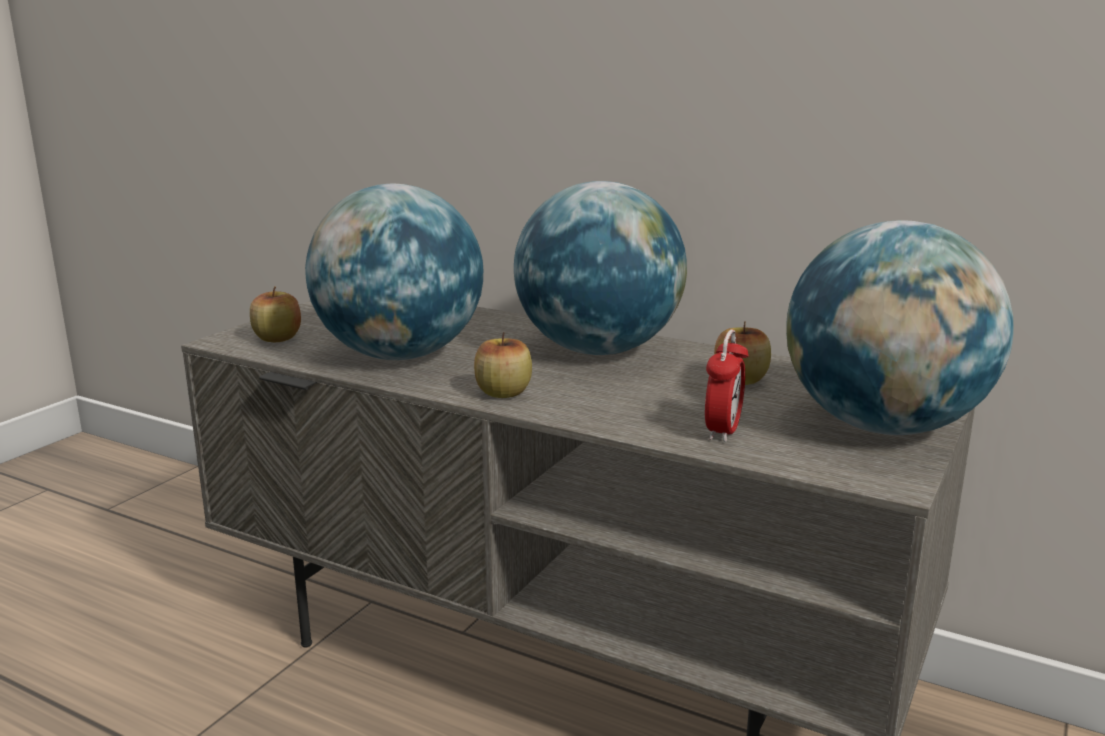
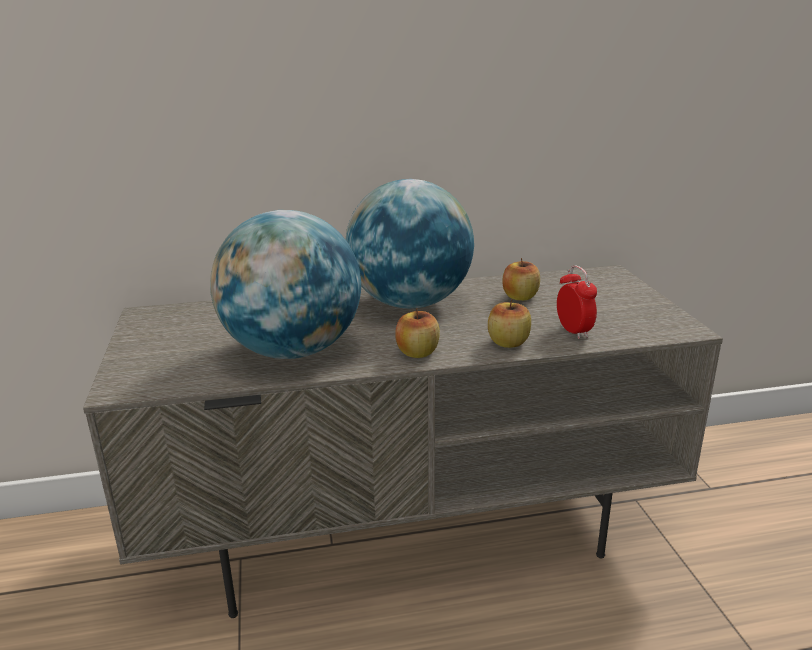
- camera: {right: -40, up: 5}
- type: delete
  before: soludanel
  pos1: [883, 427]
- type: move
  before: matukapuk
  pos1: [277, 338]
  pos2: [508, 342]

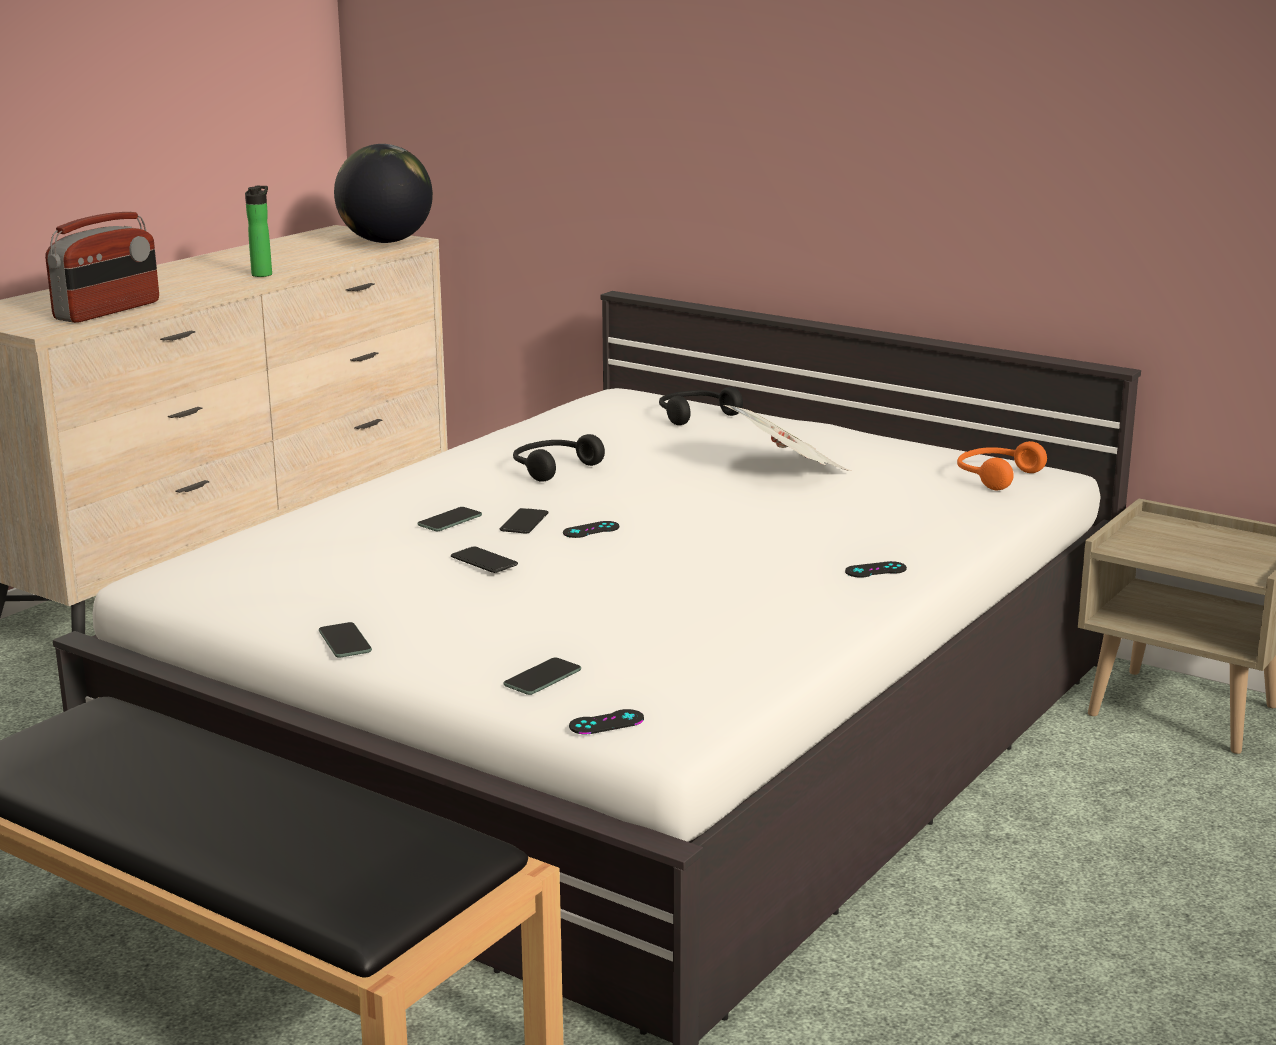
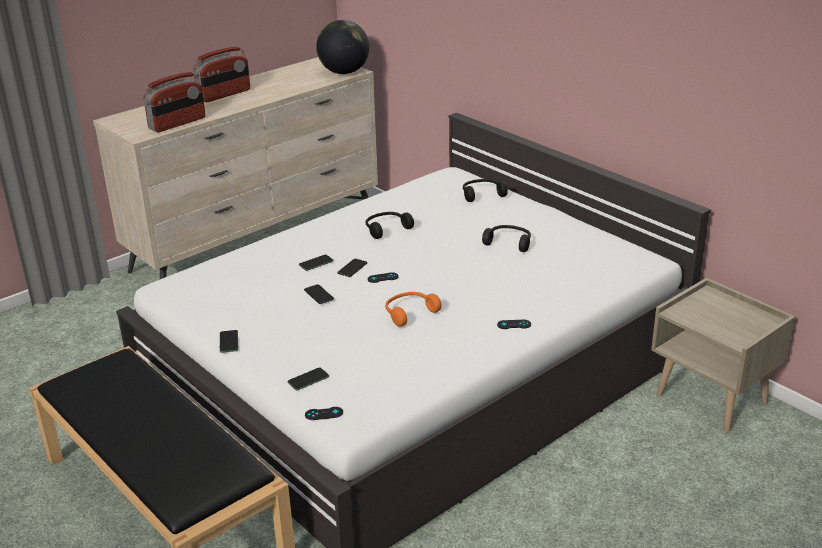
- camera: {right: 15, up: 10}
- type: delete
  before: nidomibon
  pos1: [263, 274]
- type: replace
  before: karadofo
  after: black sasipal
  pos1: [787, 470]
  pos2: [509, 243]
- type: move
  before: orange sasipal
  pos1: [994, 477]
  pos2: [409, 313]
- type: insert
  after: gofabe
  pos2: [224, 95]

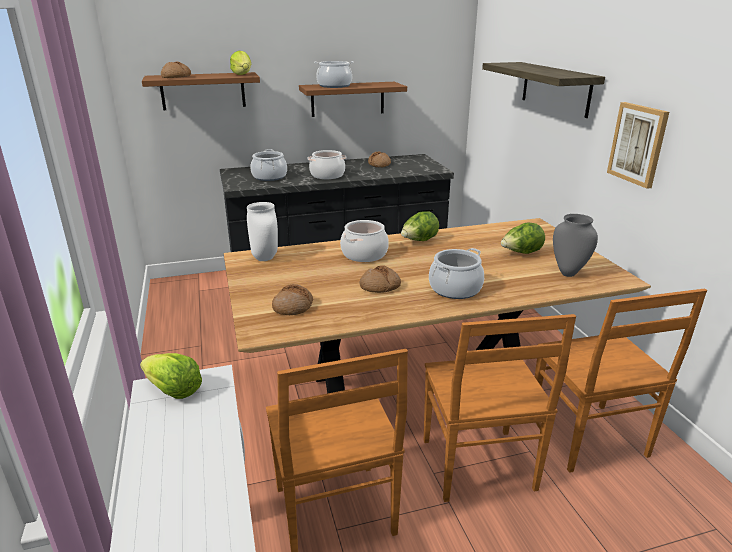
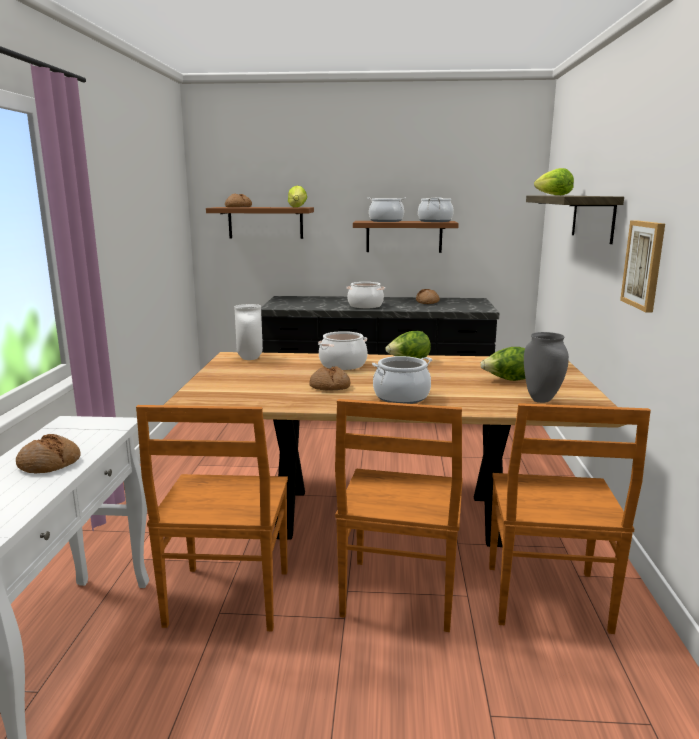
- camera: {right: 20, up: -10}
- type: move
  before: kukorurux
  pos1: [269, 177]
  pos2: [435, 221]
- type: move
  before: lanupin
  pos1: [293, 306]
  pos2: [49, 463]
- type: move
  before: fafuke
  pos1: [173, 391]
  pos2: [553, 195]

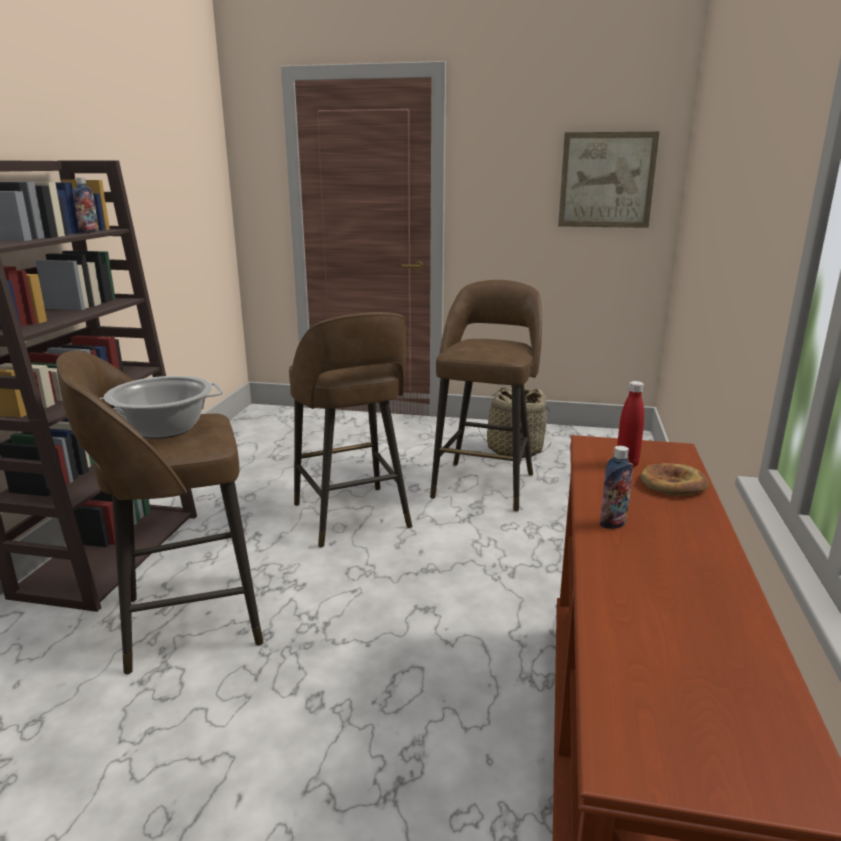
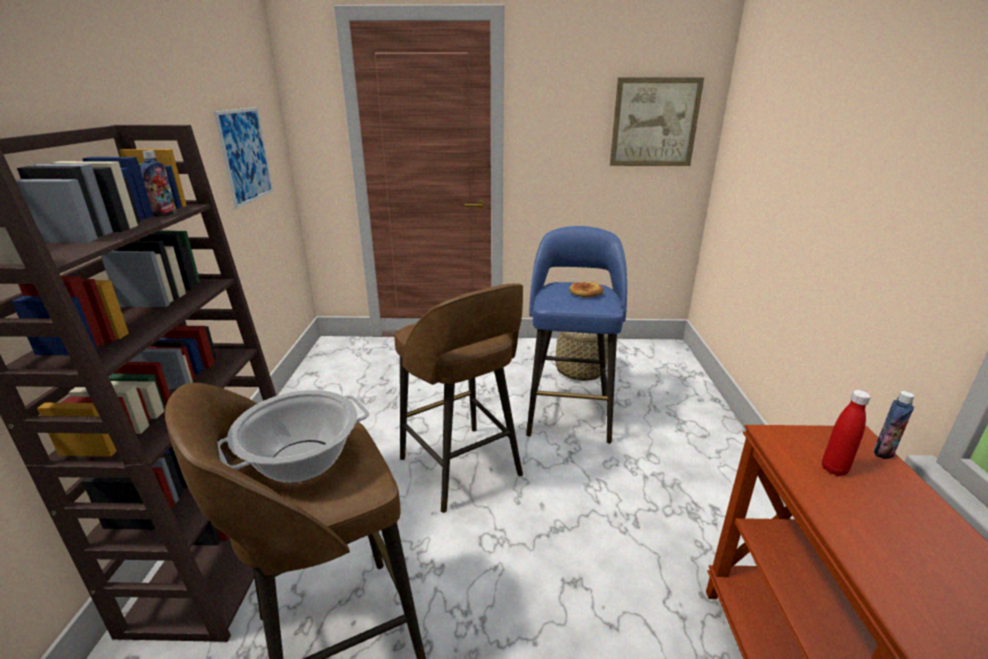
- camera: {right: -10, up: 5}
- type: recolor
  before: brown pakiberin
  after: blue pakiberin
  pos1: [485, 484]
  pos2: [569, 413]
- type: move
  before: nidomibon
  pos1: [613, 523]
  pos2: [883, 452]
- type: move
  before: lanupin
  pos1: [672, 484]
  pos2: [585, 292]
- type: insert
  after: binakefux
  pos2: [245, 156]

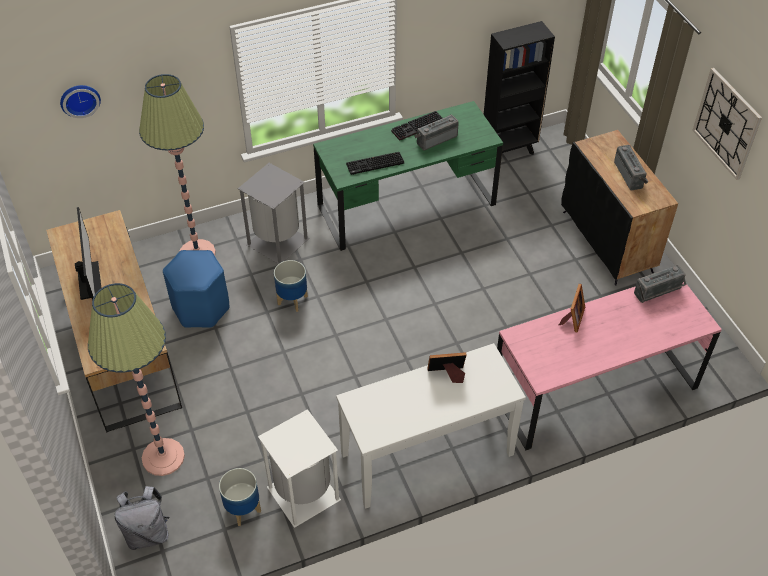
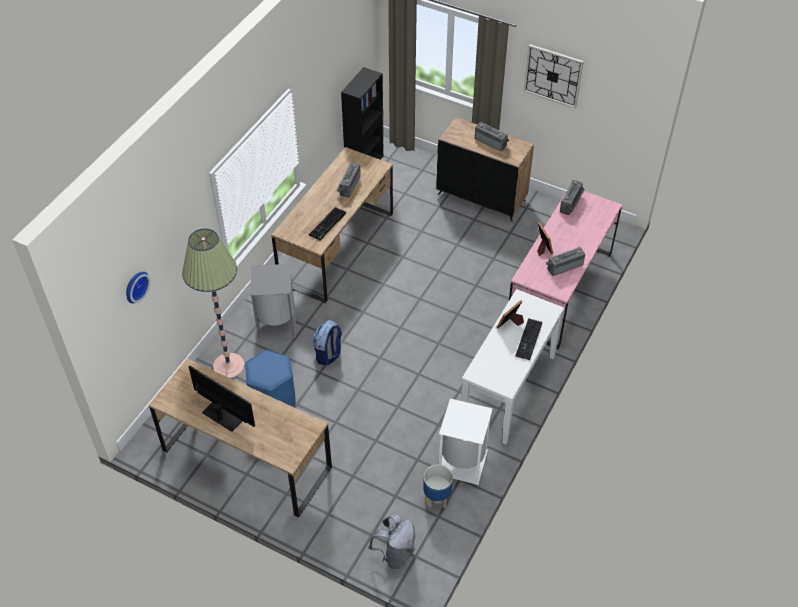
- camera: {right: -40, up: 0}
- type: recolor
  before: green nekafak
  after: brown nekafak
  pos1: [406, 205]
  pos2: [337, 247]
- type: move
  before: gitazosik
  pos1: [417, 127]
  pos2: [529, 340]
- type: replace
  before: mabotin
  after: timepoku
  pos1: [292, 300]
  pos2: [328, 354]
- type: delete
  before: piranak
  pos1: [163, 457]
- type: insert
  after: gofabe
  pos2: [564, 266]

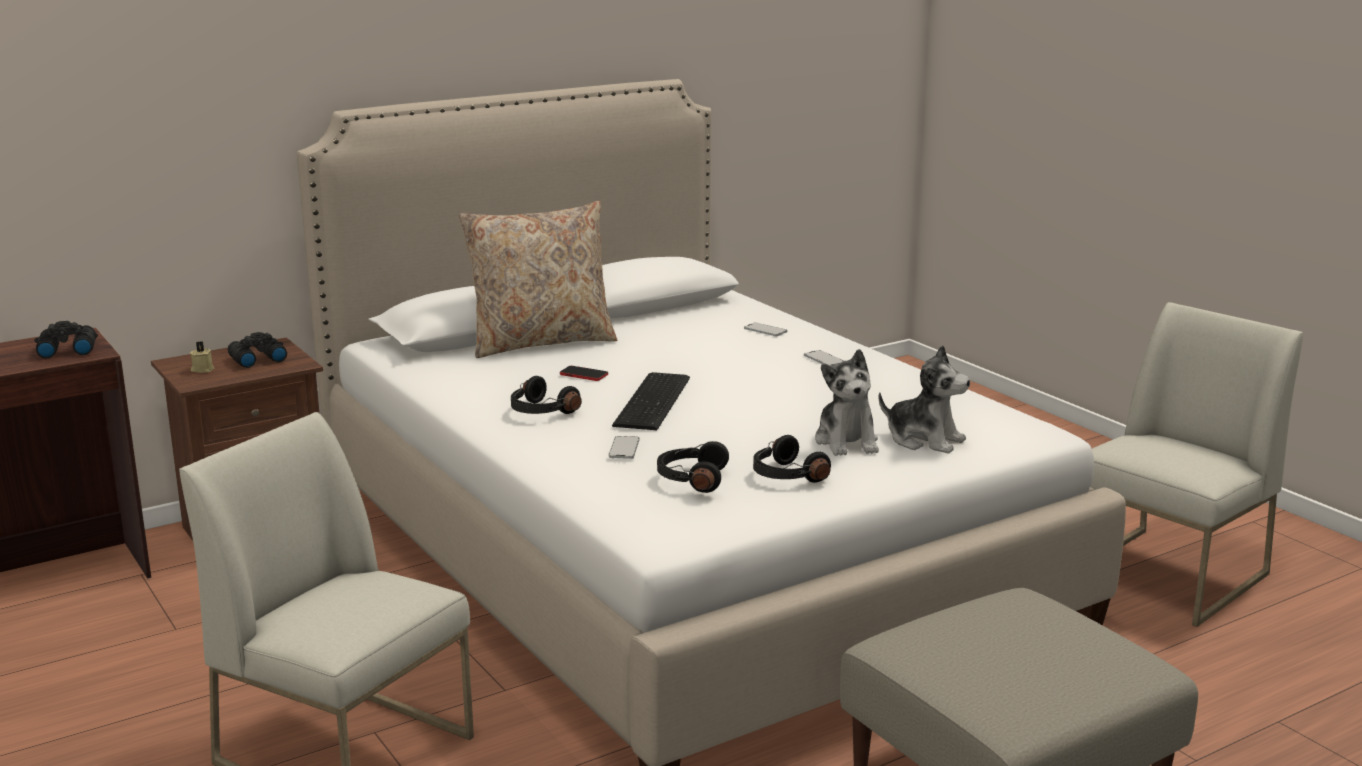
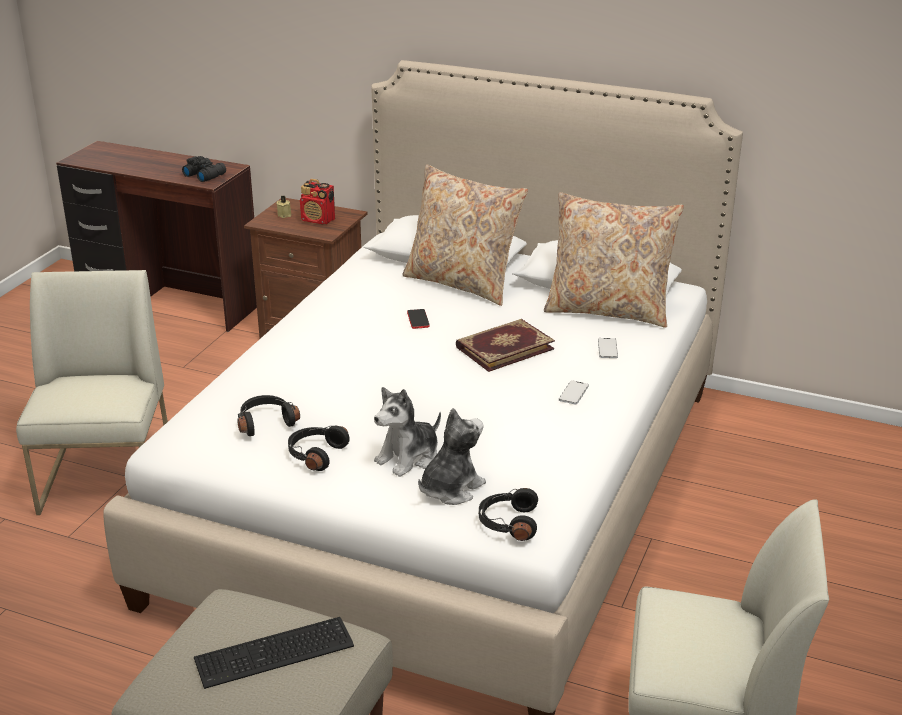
- camera: {right: 55, up: 10}
- type: replace
  before: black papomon
  after: gofabe
  pos1: [256, 359]
  pos2: [318, 220]
- type: rotate
  before: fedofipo
  pos1: [924, 440]
  pos2: [450, 489]
  turn: -135
- type: move
  before: gitazosik
  pos1: [655, 401]
  pos2: [276, 653]
- type: move
  before: black sasipal
  pos1: [540, 411]
  pos2: [508, 523]
- type: delete
  before: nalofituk
  pos1: [624, 448]
- type: insert
  after: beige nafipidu
  pos2: [608, 310]
- type: insert
  after: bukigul
  pos2: [504, 347]

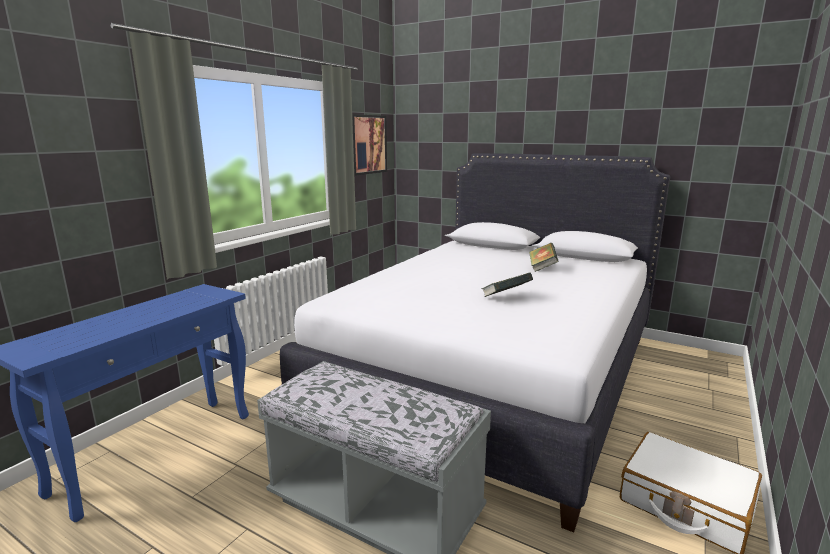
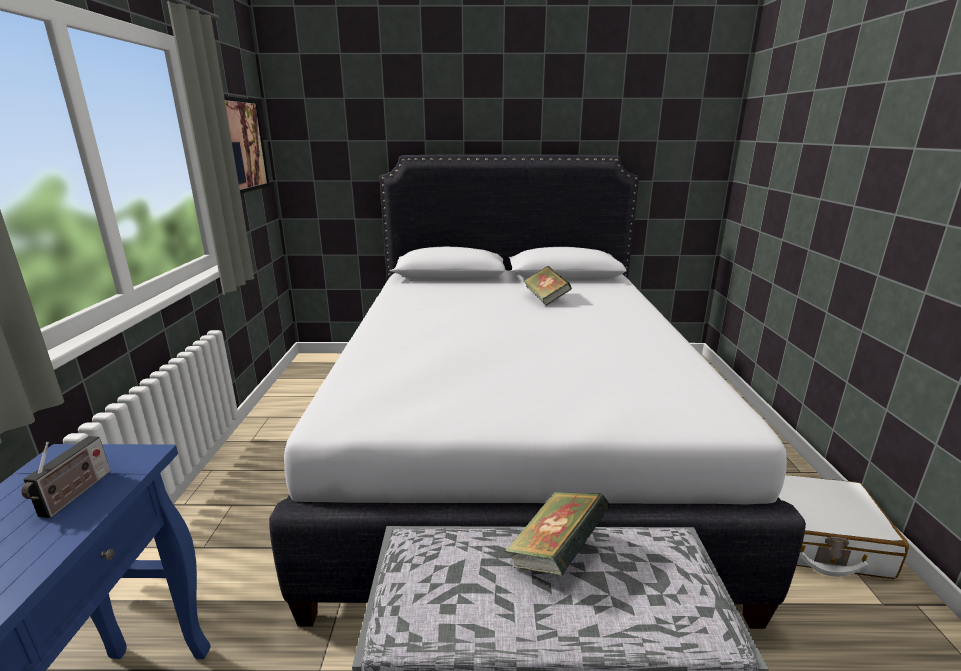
- camera: {right: -30, up: 5}
- type: move
  before: bukigul
  pos1: [506, 298]
  pos2: [556, 554]
- type: insert
  after: gofabe
  pos2: [74, 495]

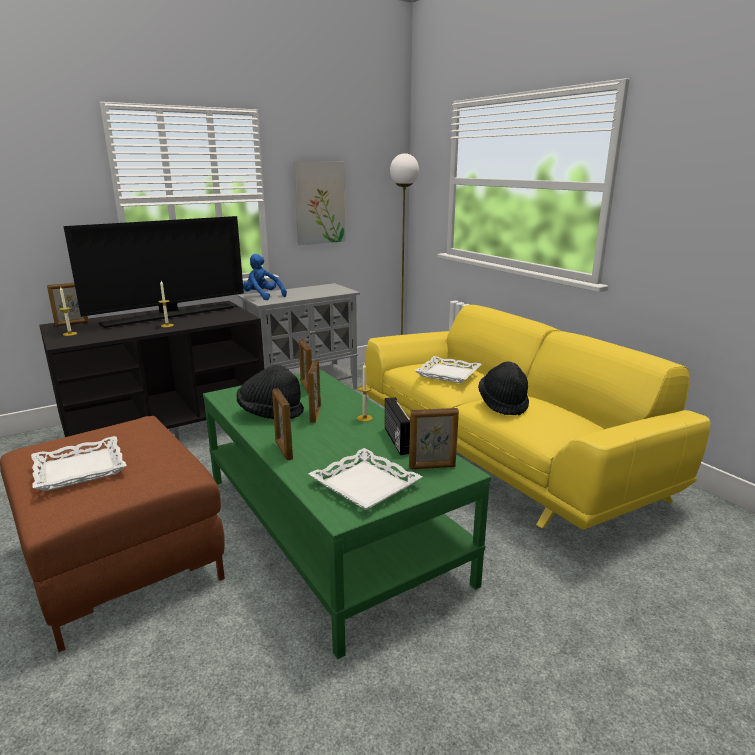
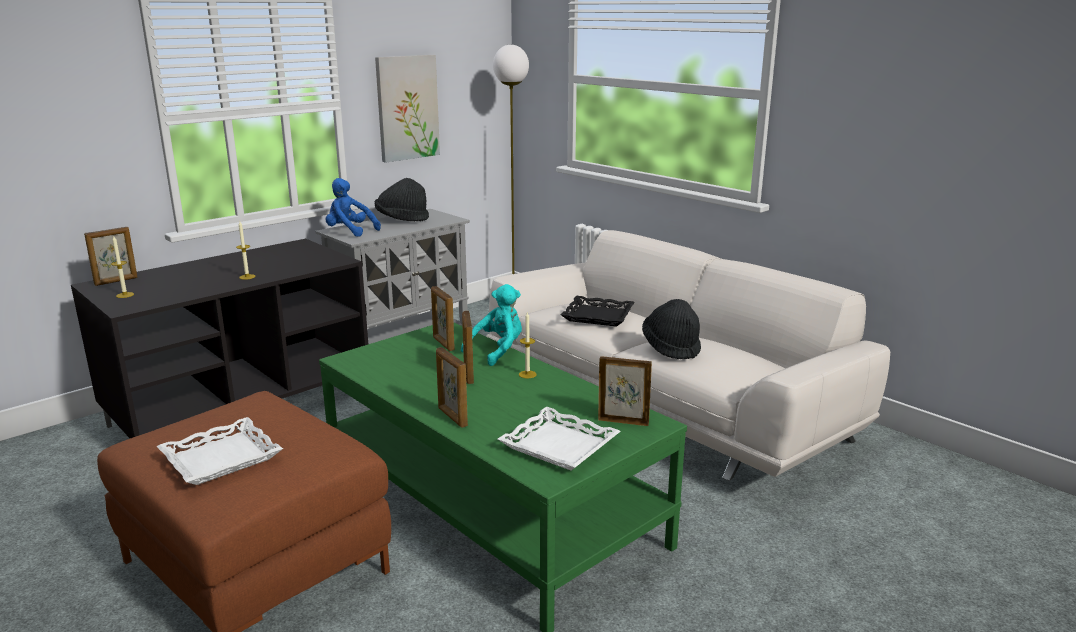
- camera: {right: -10, up: 0}
- type: delete
  before: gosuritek
  pos1: [169, 315]
- type: recolor
  before: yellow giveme
  after: white giveme
  pos1: [505, 456]
  pos2: [667, 407]
- type: recolor
  before: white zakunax
  after: black zakunax
  pos1: [448, 373]
  pos2: [598, 316]
- type: move
  before: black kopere
  pos1: [270, 413]
  pos2: [402, 219]
- type: delete
  before: gofabe
  pos1: [396, 440]
- type: rotate
  before: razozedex
  pos1: [432, 467]
  pos2: [623, 421]
  turn: -150
- type: insert
  after: turquoise fedofipo
  pos2: [498, 351]

